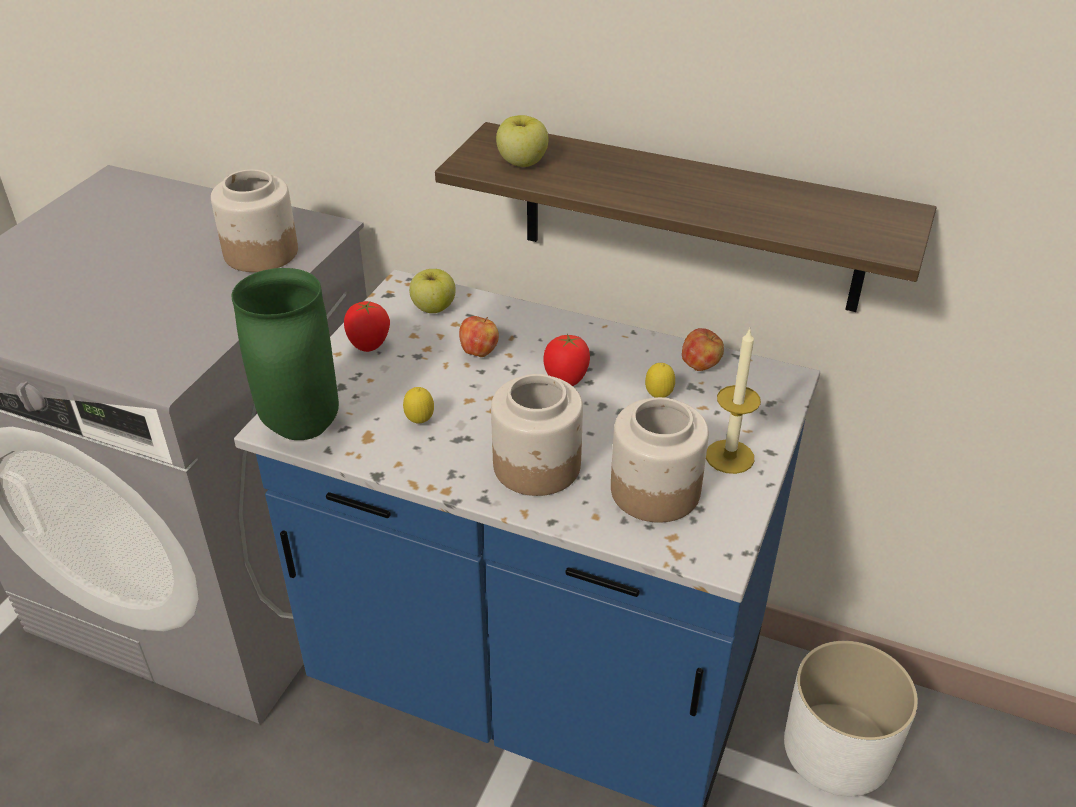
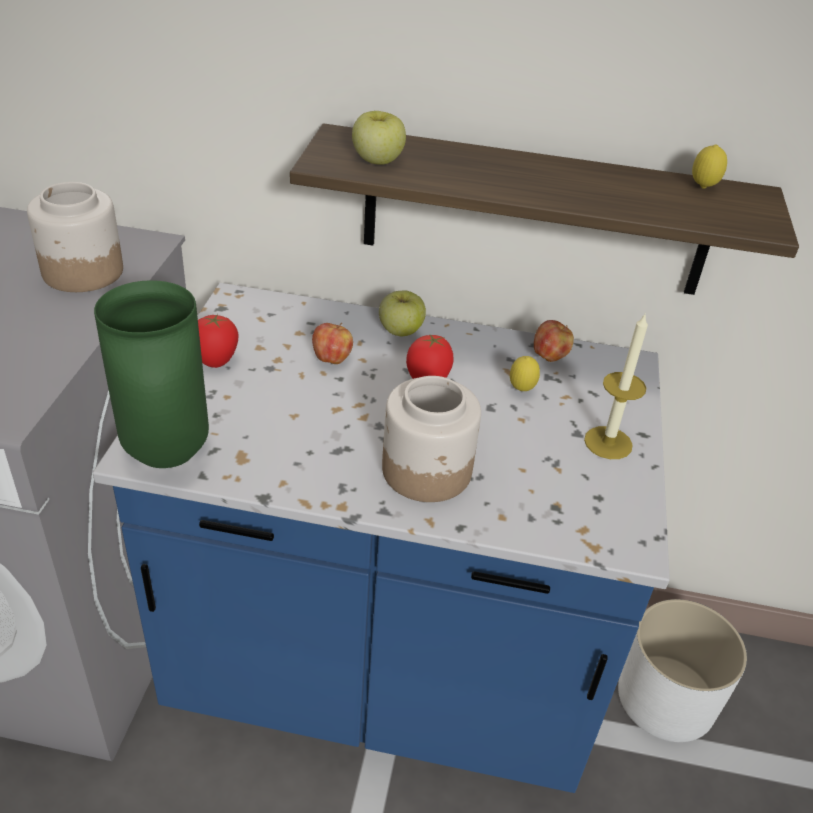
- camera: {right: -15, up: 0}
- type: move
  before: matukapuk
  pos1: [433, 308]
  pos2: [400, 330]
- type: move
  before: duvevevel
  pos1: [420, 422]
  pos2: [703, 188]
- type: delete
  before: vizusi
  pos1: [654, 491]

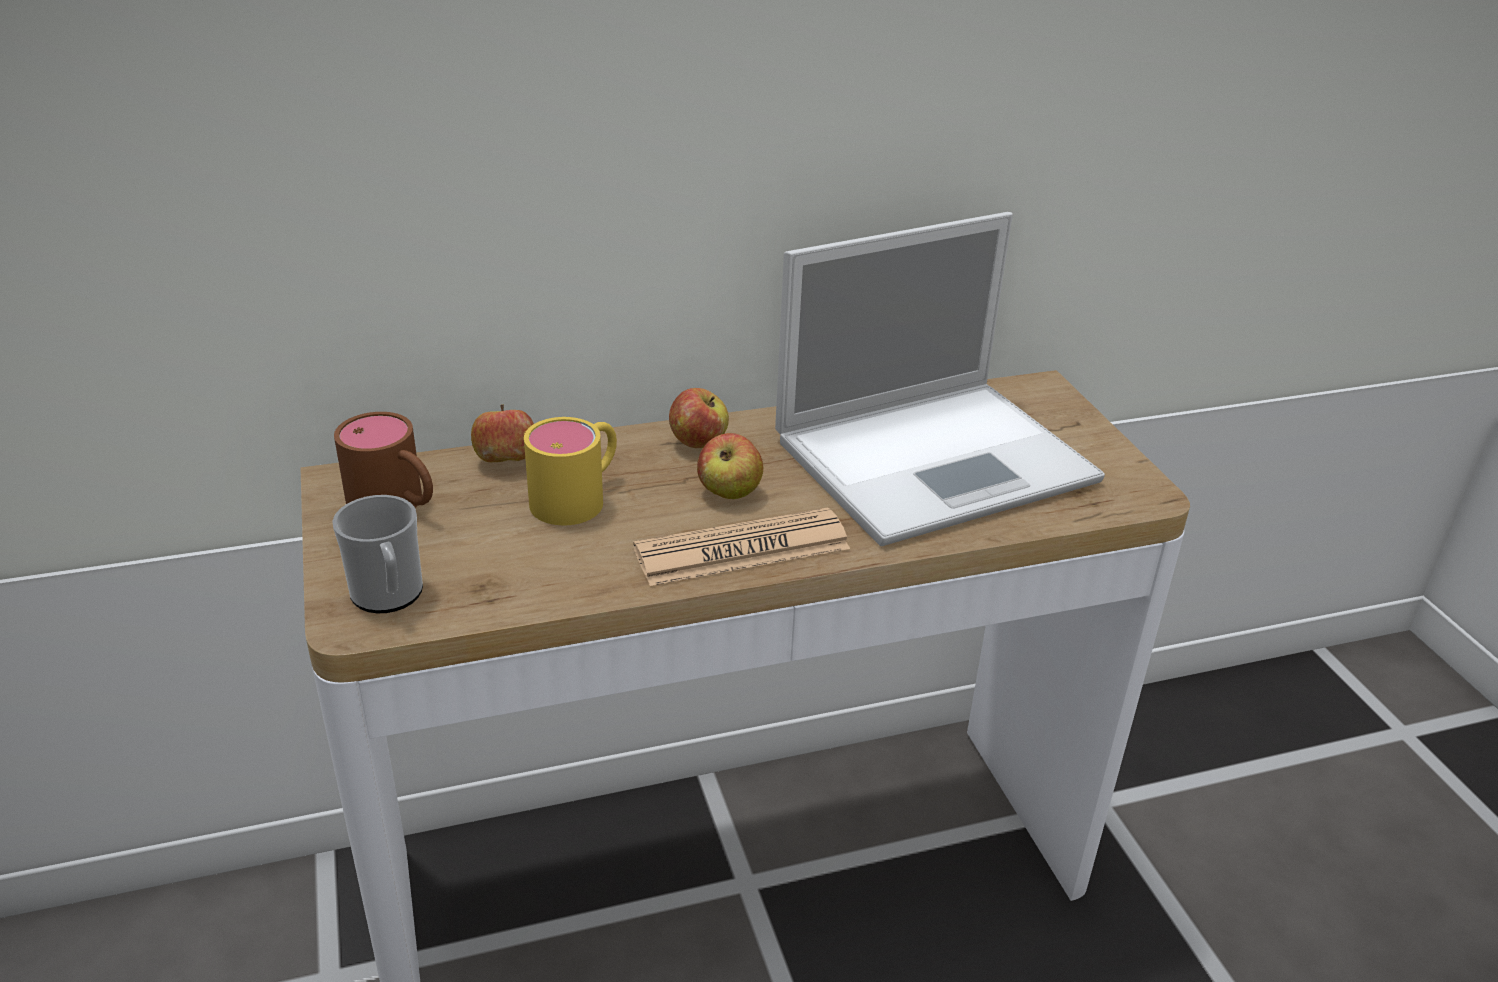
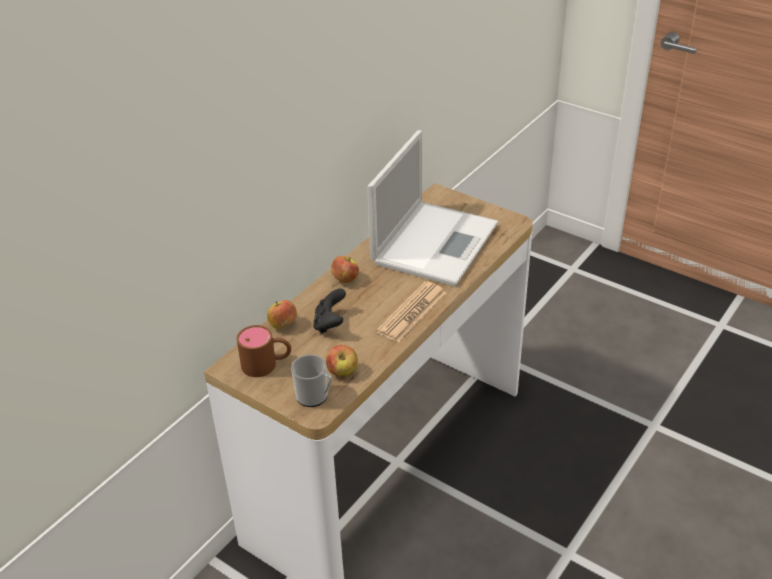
- camera: {right: -35, up: 5}
- type: replace
  before: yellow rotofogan
  after: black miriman
  pos1: [579, 496]
  pos2: [330, 324]
- type: move
  before: matukapuk
  pos1: [729, 493]
  pos2: [342, 372]

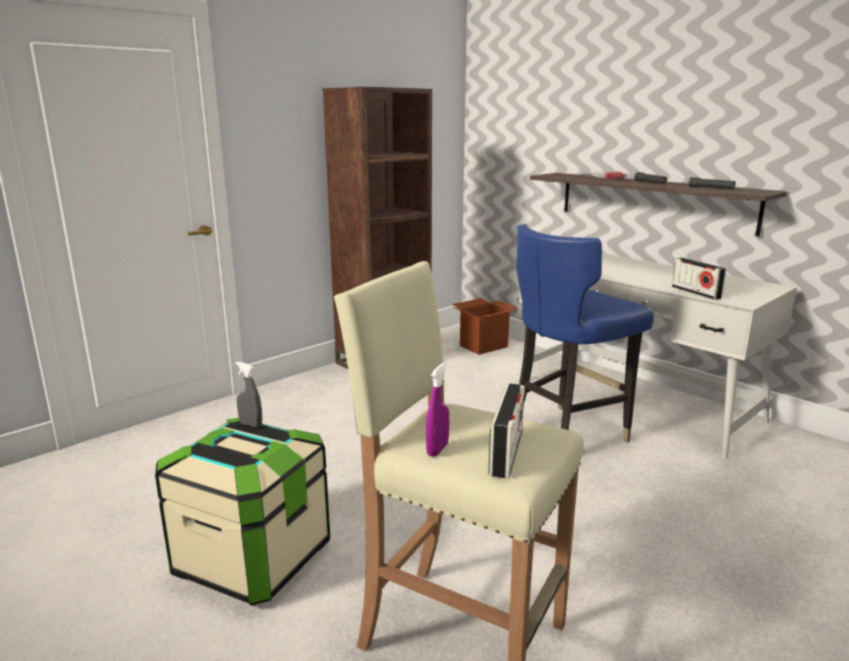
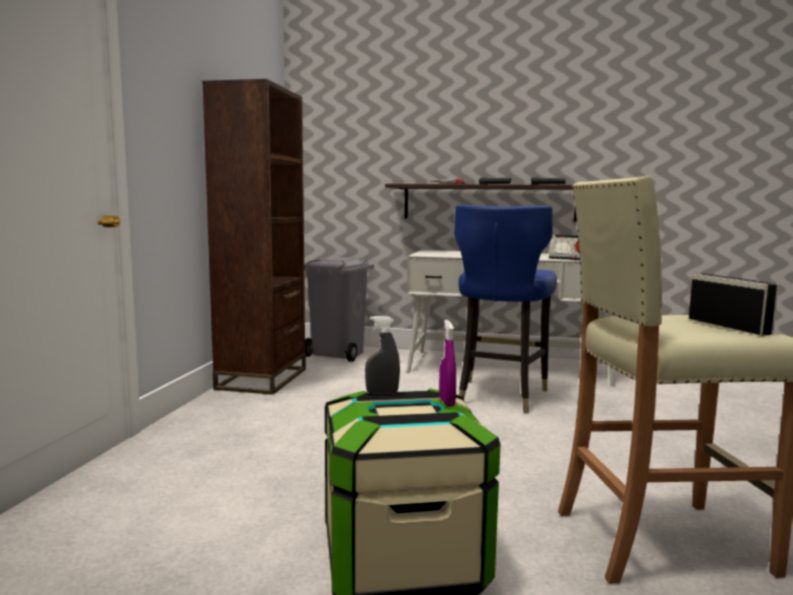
- camera: {right: -35, up: -10}
- type: replace
  before: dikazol
  after: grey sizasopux
  pos1: [484, 346]
  pos2: [339, 354]
- type: move
  before: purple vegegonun
  pos1: [437, 449]
  pos2: [447, 402]

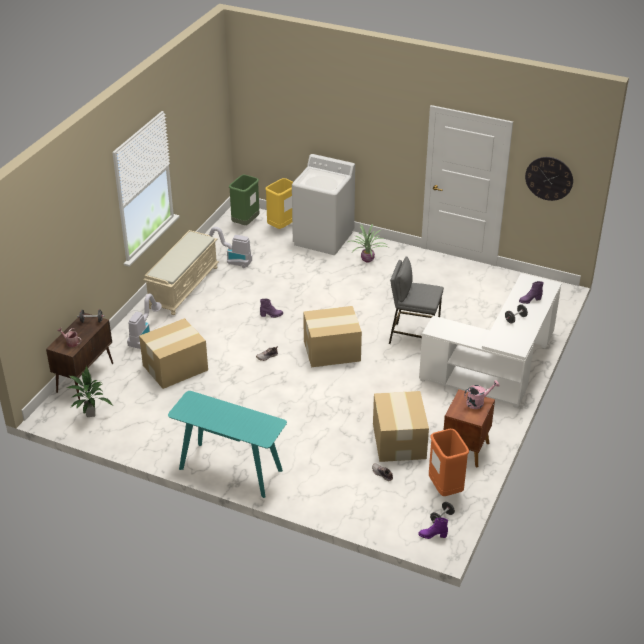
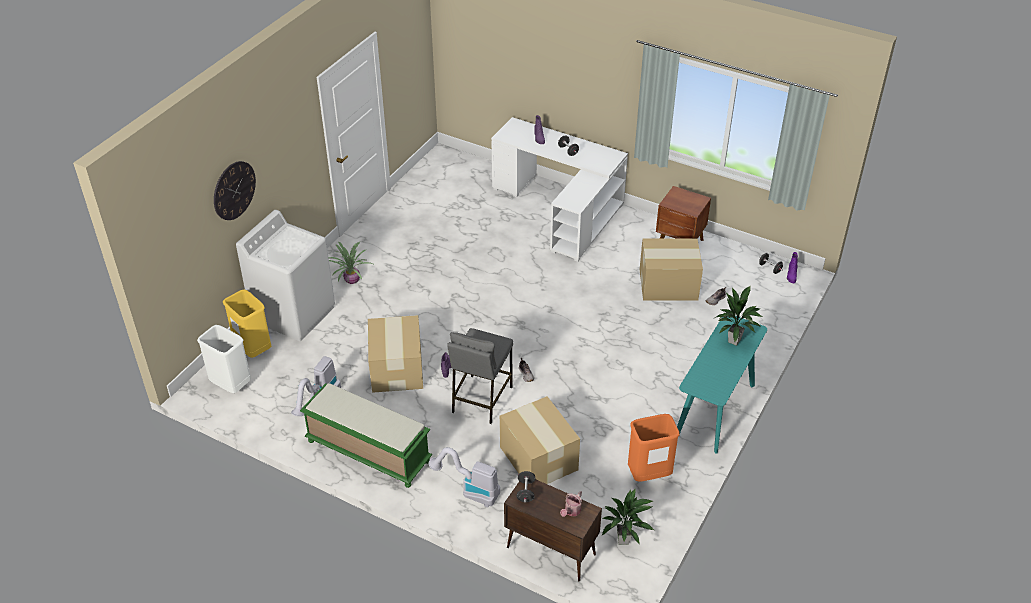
- camera: {right: -85, up: 5}
- type: move
  before: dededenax
  pos1: [549, 178]
  pos2: [234, 190]
- type: recolor
  before: green sizasopux
  after: white sizasopux
  pos1: [245, 223]
  pos2: [231, 385]
- type: recolor
  before: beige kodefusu
  after: green kodefusu
  pos1: [183, 287]
  pos2: [367, 451]
- type: move
  before: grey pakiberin
  pos1: [413, 337]
  pos2: [481, 399]
- type: move
  before: dikazol
  pos1: [331, 350]
  pos2: [396, 369]
- type: delete
  before: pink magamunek
  pos1: [478, 402]
- type: move
  before: orange sizasopux
  pos1: [445, 488]
  pos2: [649, 474]
- type: insert
  after: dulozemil
  pos2: [734, 341]

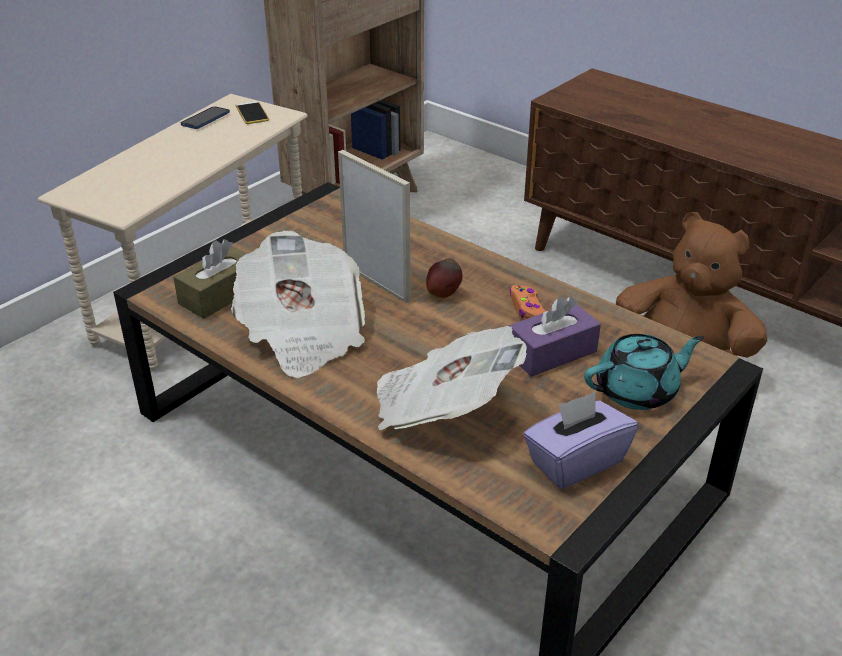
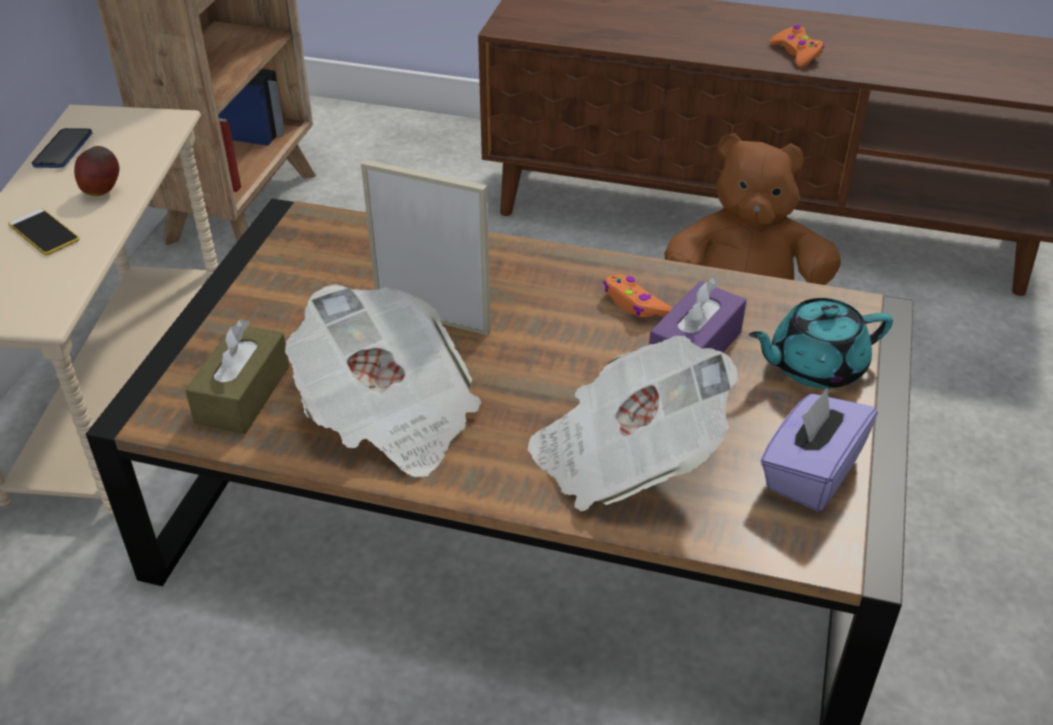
- camera: {right: -25, up: 5}
- type: move
  before: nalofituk
  pos1: [252, 113]
  pos2: [44, 233]
- type: move
  before: matukapuk
  pos1: [443, 295]
  pos2: [102, 192]
- type: rotate
  before: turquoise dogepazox
  pos1: [638, 391]
  pos2: [814, 366]
  turn: -150
- type: insert
  after: orange miriman
  pos2: [796, 53]

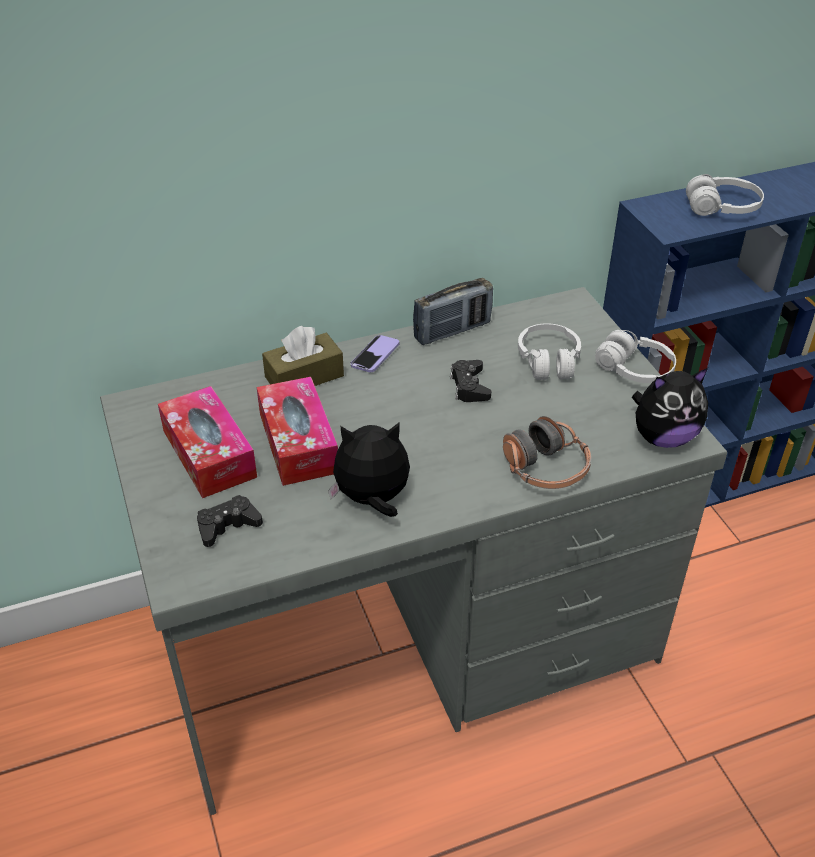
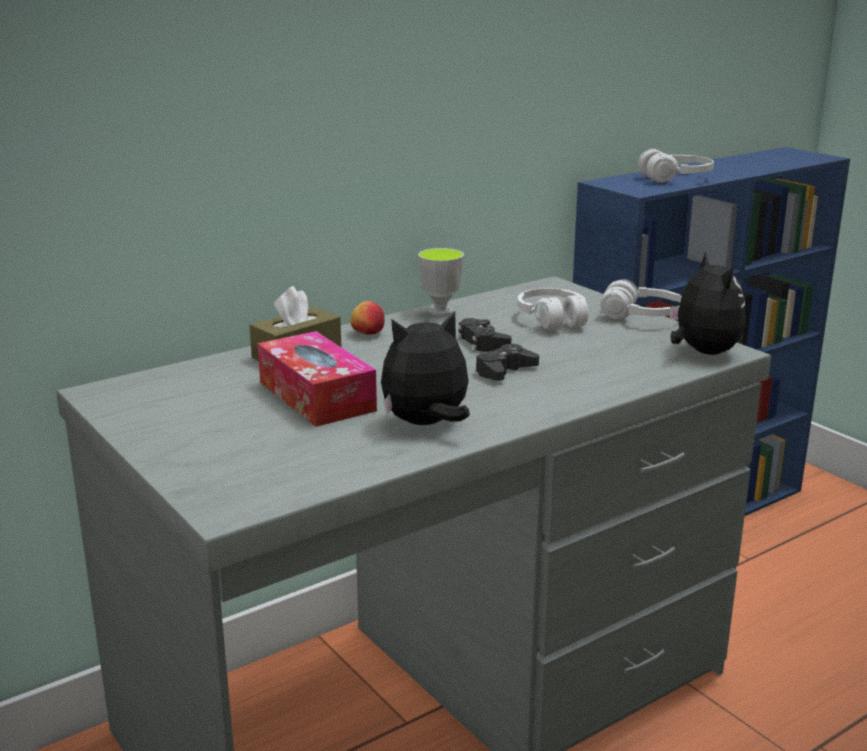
- camera: {right: -15, up: -20}
- type: replace
  before: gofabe
  after: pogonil
  pos1: [452, 331]
  pos2: [440, 311]
- type: replace
  before: nalofituk
  after: matukapuk
  pos1: [375, 355]
  pos2: [367, 333]
- type: rotate
  before: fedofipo
  pos1: [663, 437]
  pos2: [702, 352]
  turn: -75
- type: delete
  before: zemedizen
  pos1: [209, 453]
- type: delete
  before: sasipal
  pos1: [545, 468]
- type: move
  before: black miriman
  pos1: [228, 526]
  pos2: [504, 371]

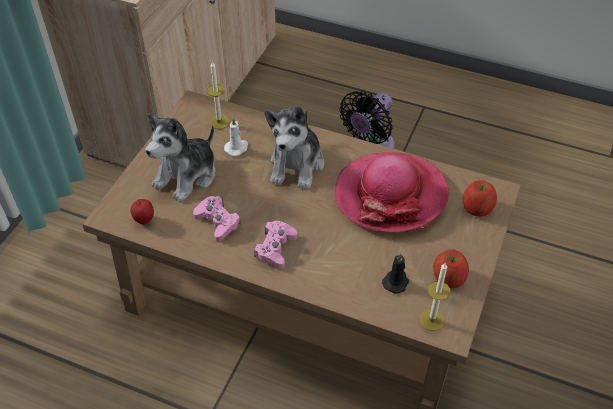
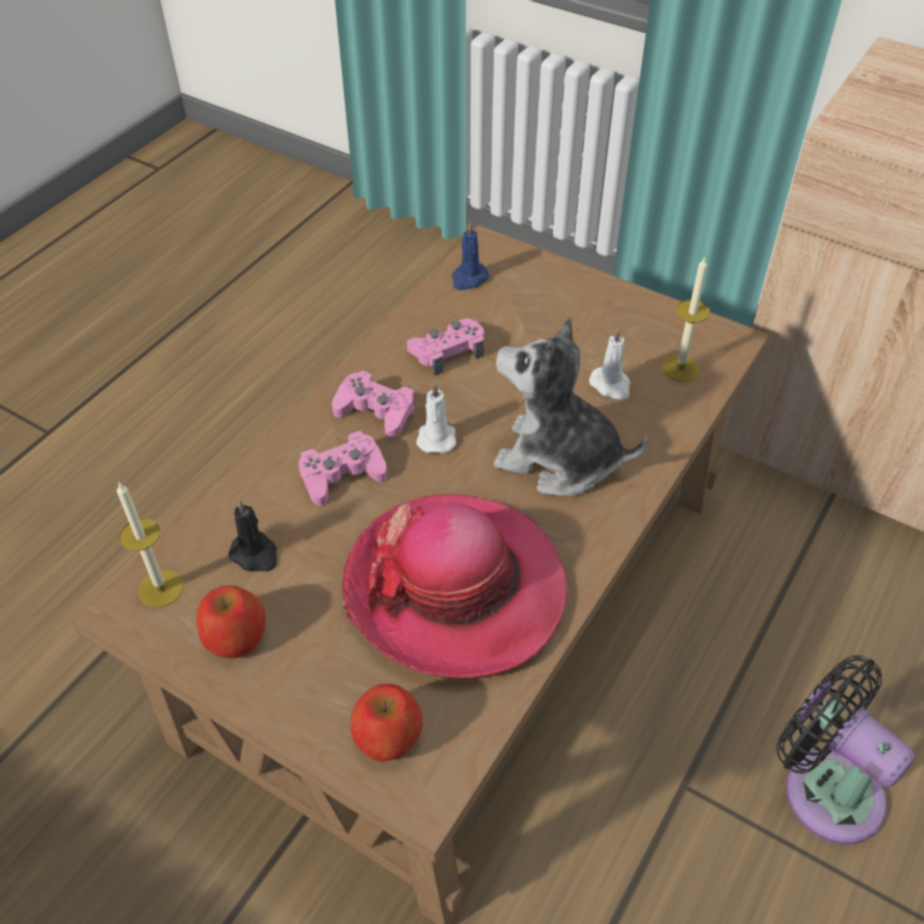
- camera: {right: 100, up: 0}
- type: delete
  before: fedofipo
  pos1: [187, 176]
- type: replace
  before: matukapuk
  after: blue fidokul
  pos1: [144, 221]
  pos2: [469, 279]
- type: insert
  after: white fidokul
  pos2: [436, 437]
- type: insert
  after: pink miriman
  pos2: [342, 474]

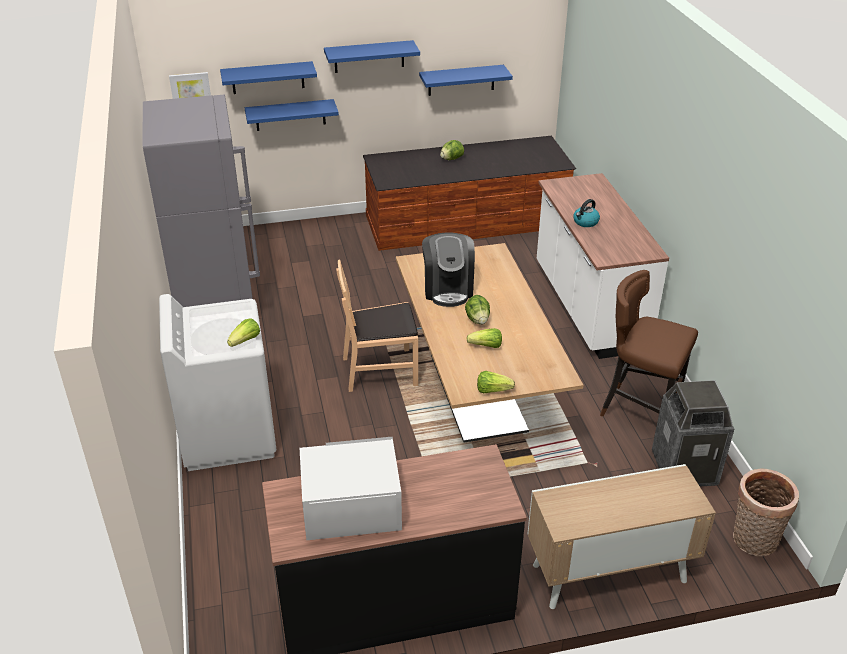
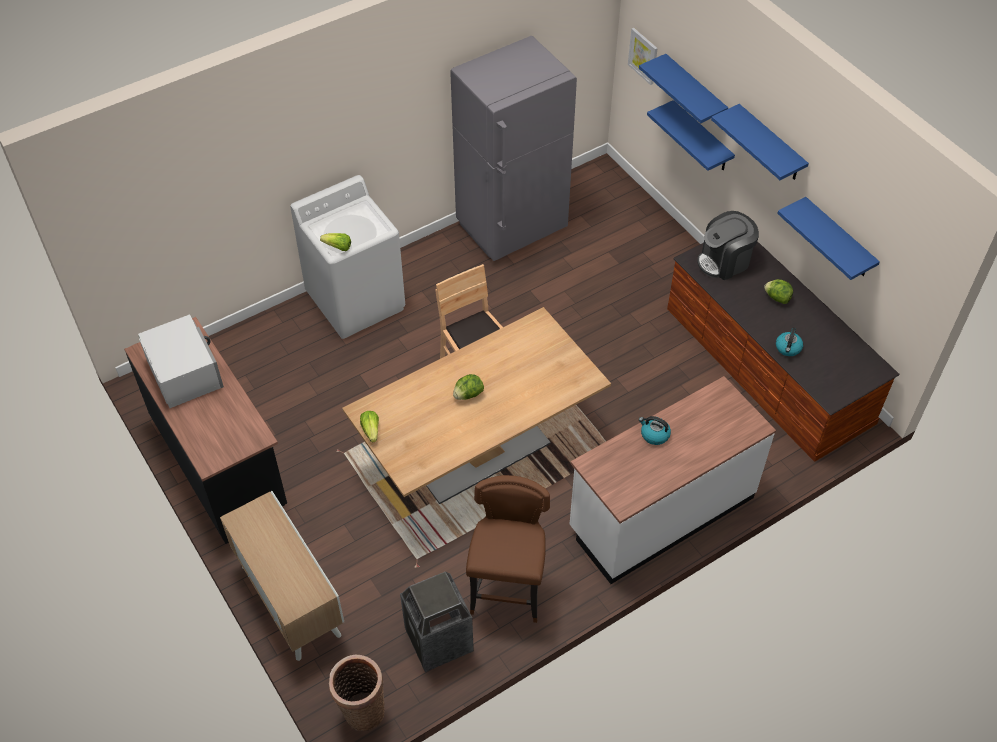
- camera: {right: 70, up: 15}
- type: move
  before: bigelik
  pos1: [448, 289]
  pos2: [724, 261]
- type: delete
  before: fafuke
  pos1: [486, 346]
- type: insert
  after: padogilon
  pos2: [788, 348]

